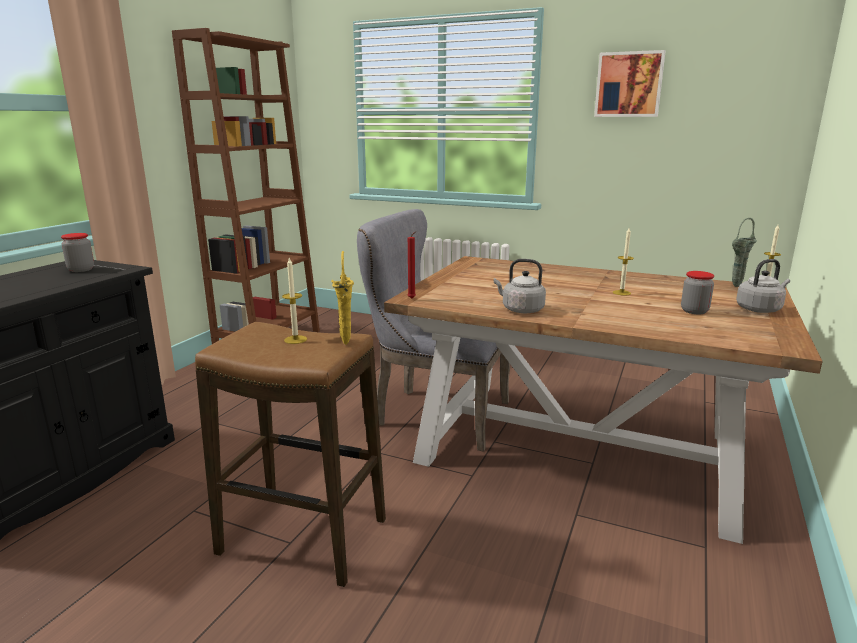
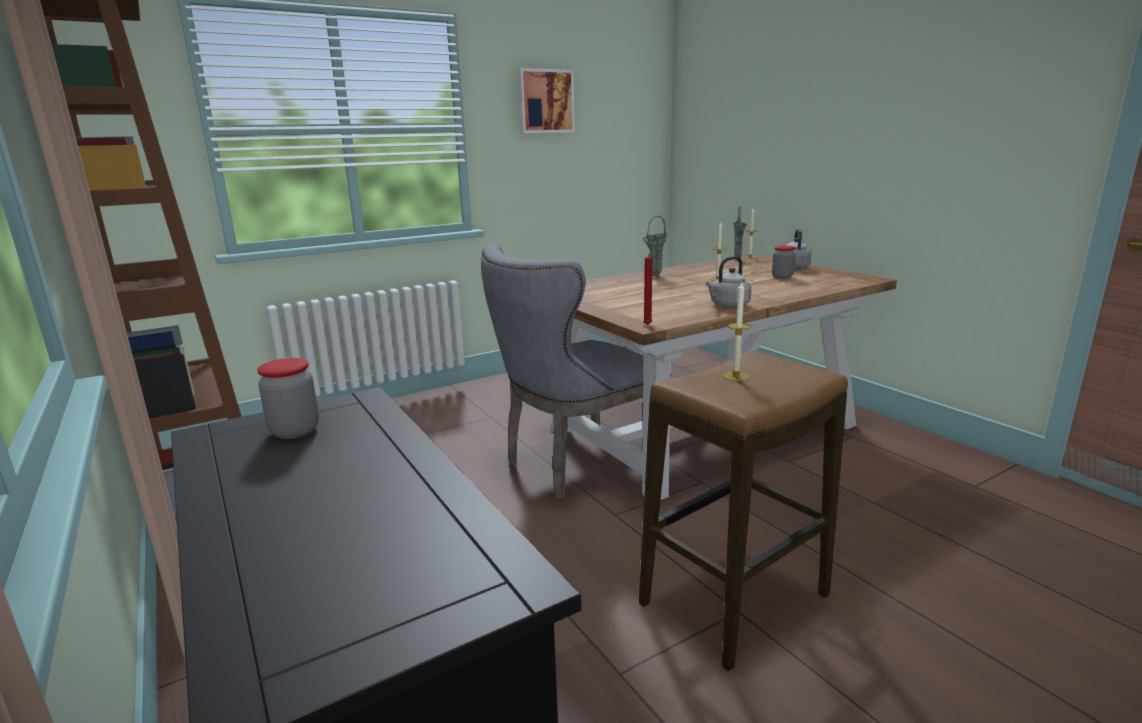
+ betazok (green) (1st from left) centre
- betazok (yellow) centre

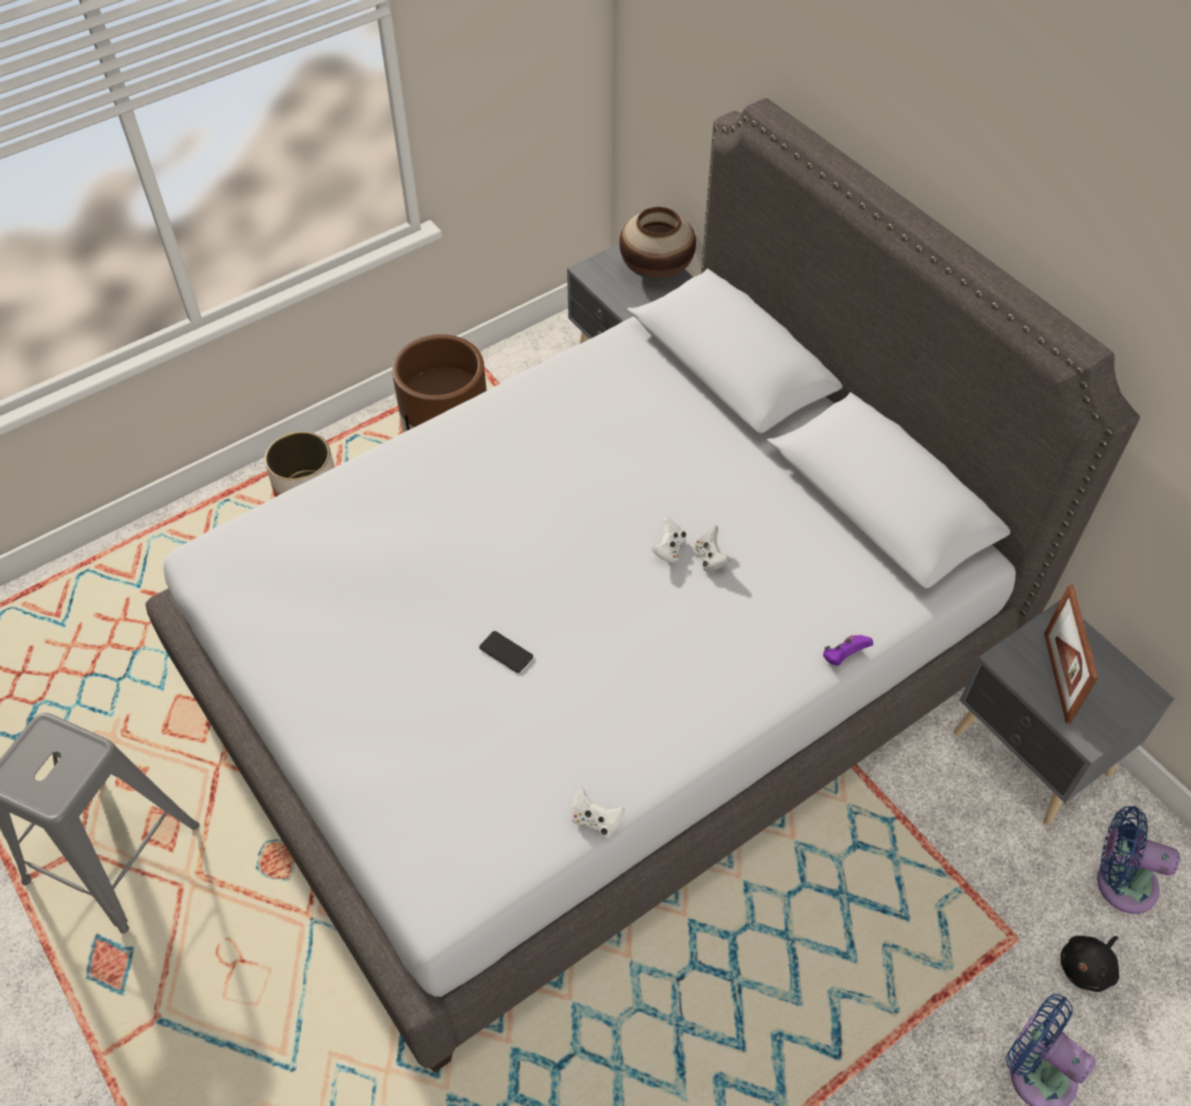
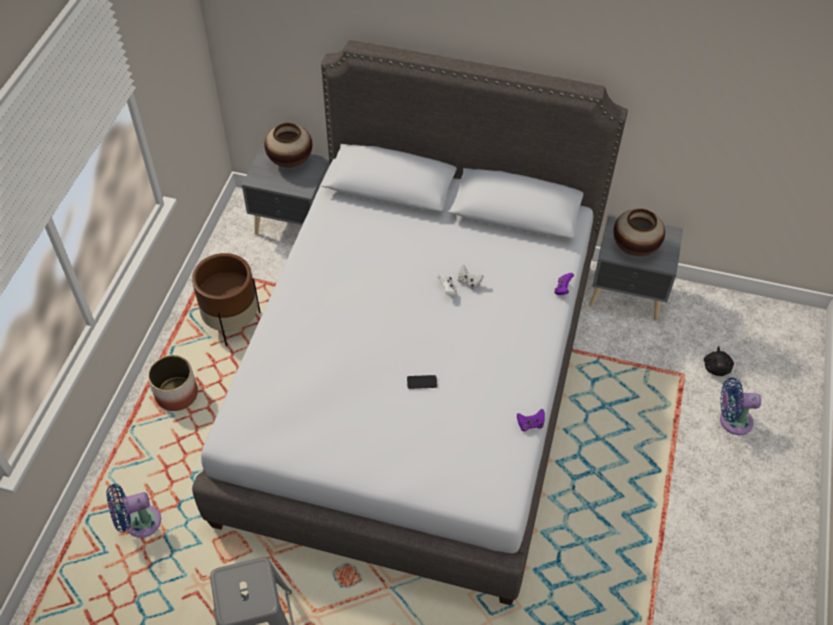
~ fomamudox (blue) (2nd from left in the first image) bottom right to fomamudox (blue) (1st from left) bottom left
~ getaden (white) (1st from left) bottom centre to getaden (purple) (1st from left) bottom centre
~ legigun middle right to betazok (2nd from left) middle right

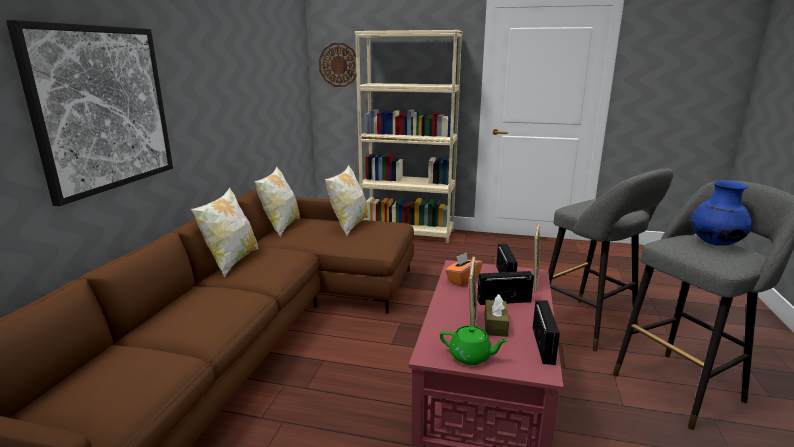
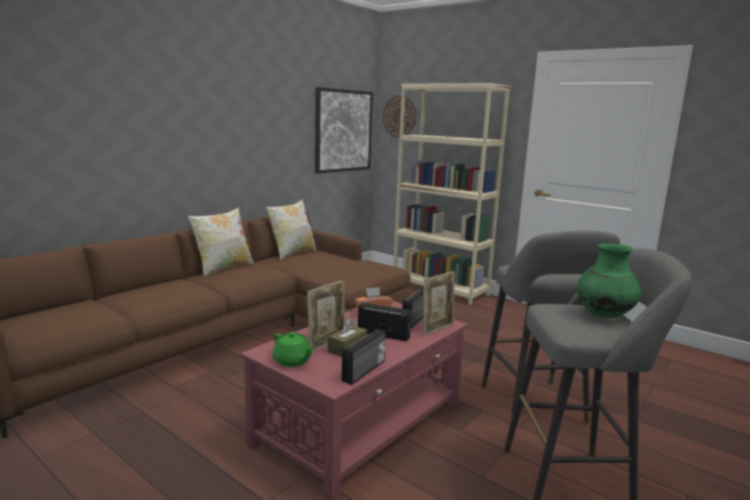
~ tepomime top left to top centre
~ betazok (blue) middle right to betazok (green) middle right
- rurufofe (3rd from left) centre

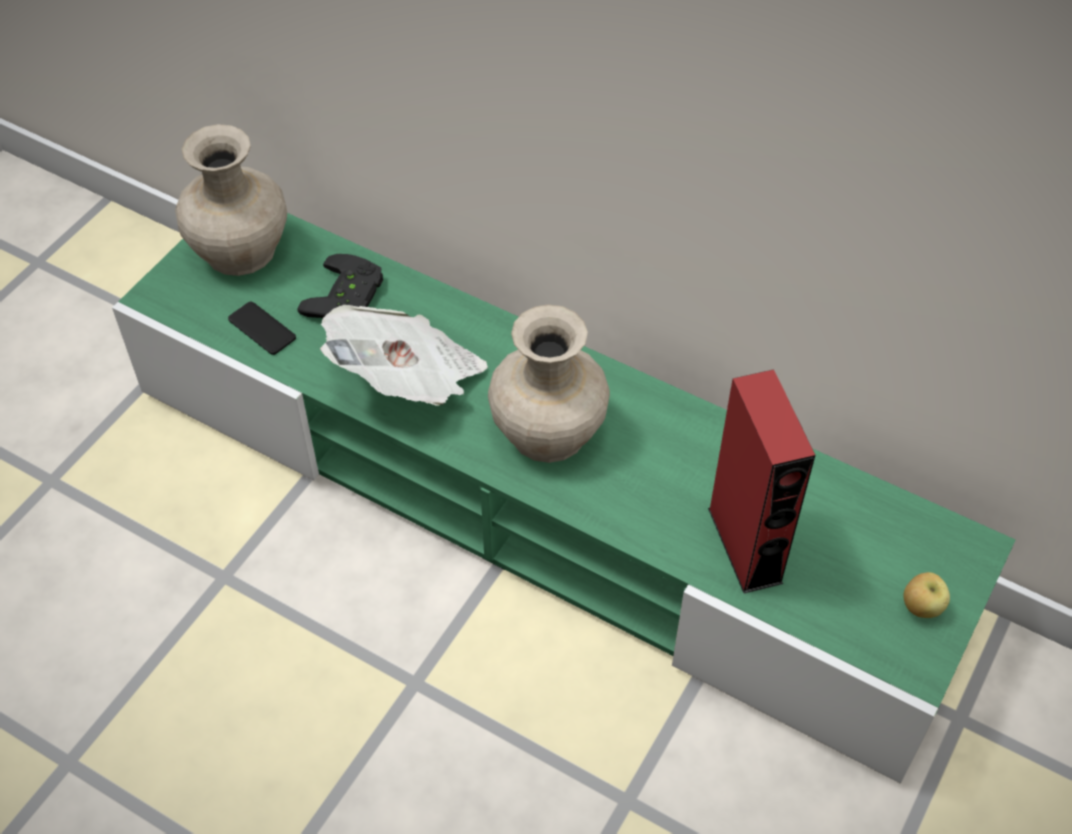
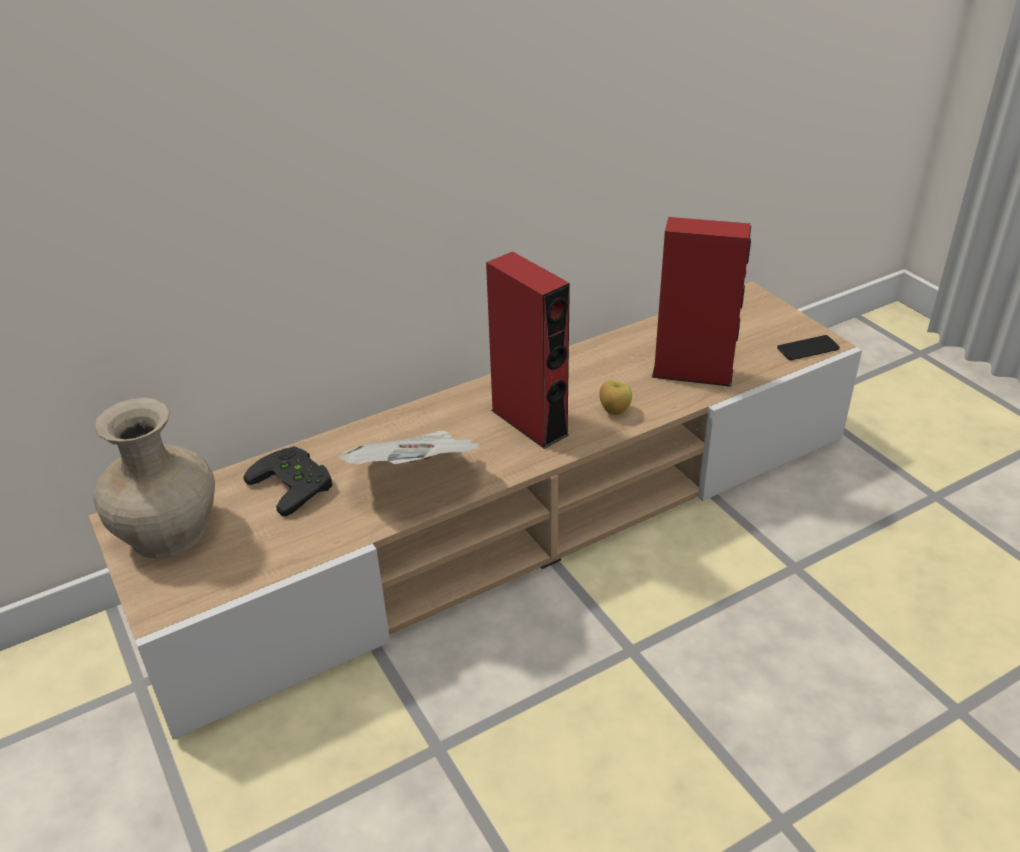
~ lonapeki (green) centre to lonapeki (beige) centre
~ betazok (beige) (2nd from left) centre to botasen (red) (1st from left) centre
~ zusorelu bottom right to centre
~ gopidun middle left to middle right

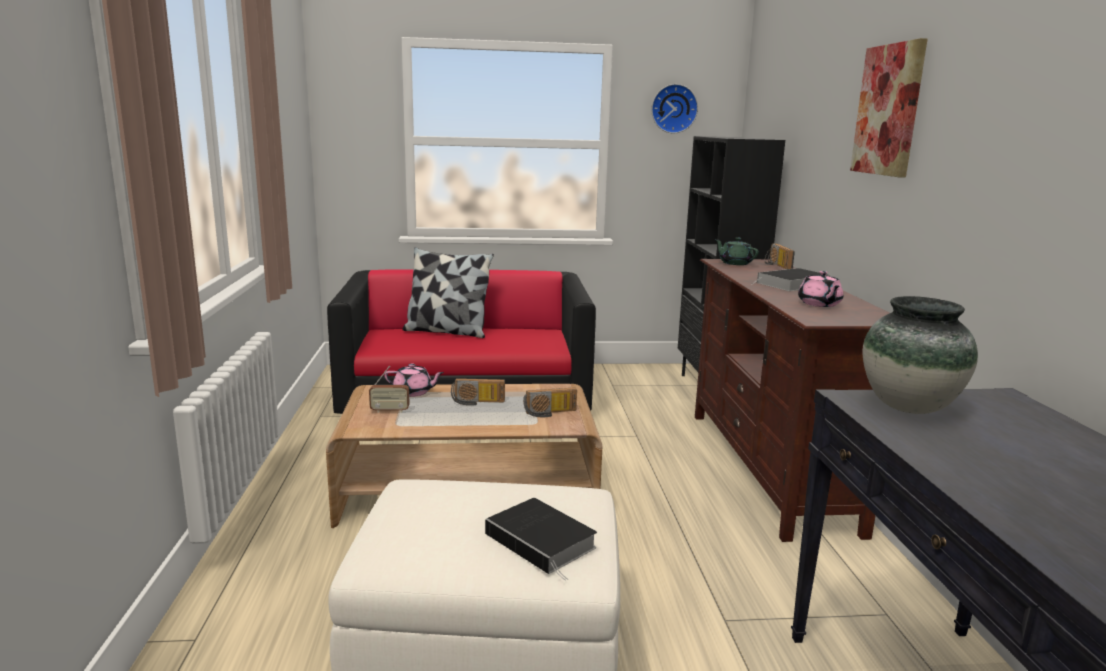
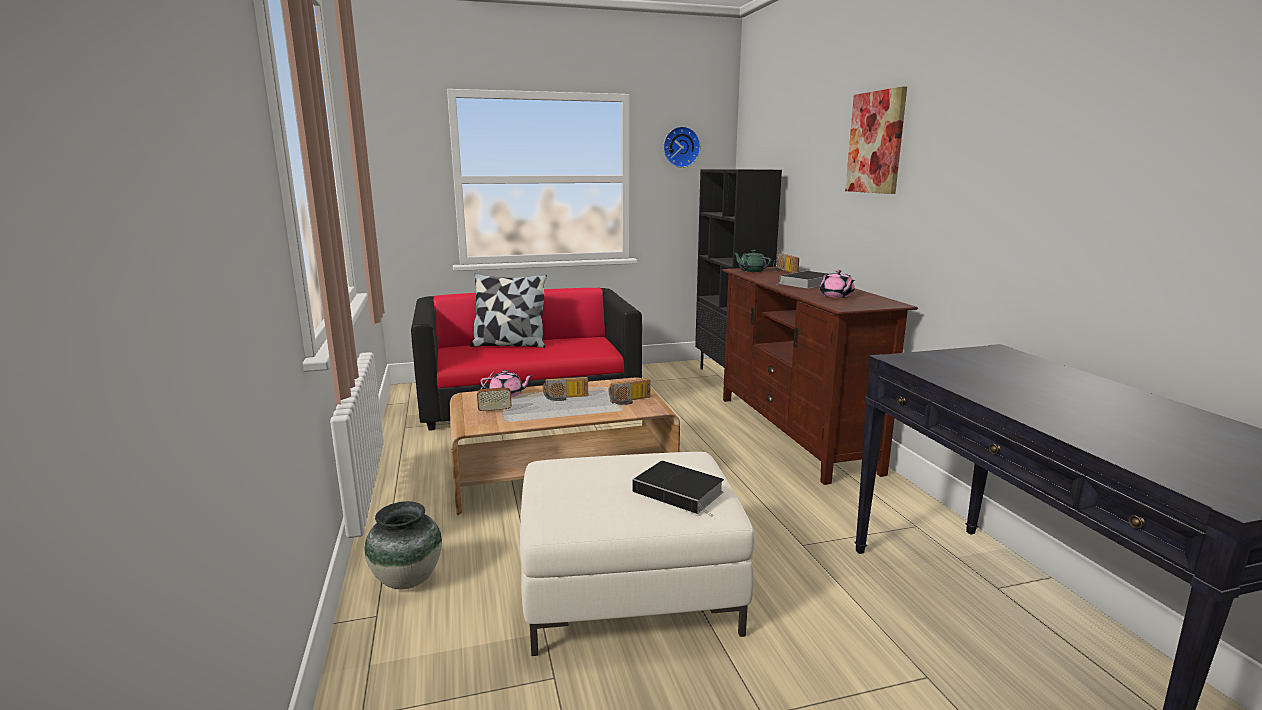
~ betazok middle right to bottom left

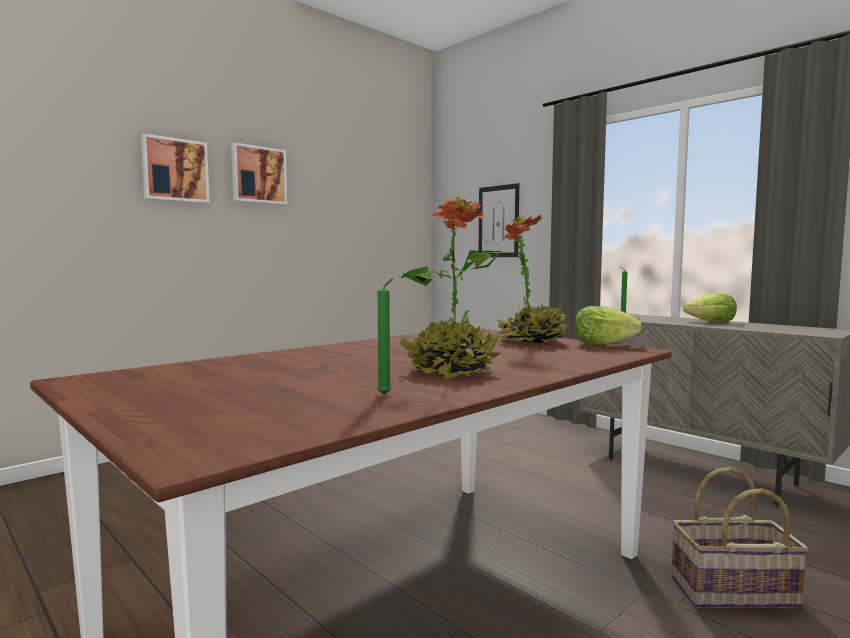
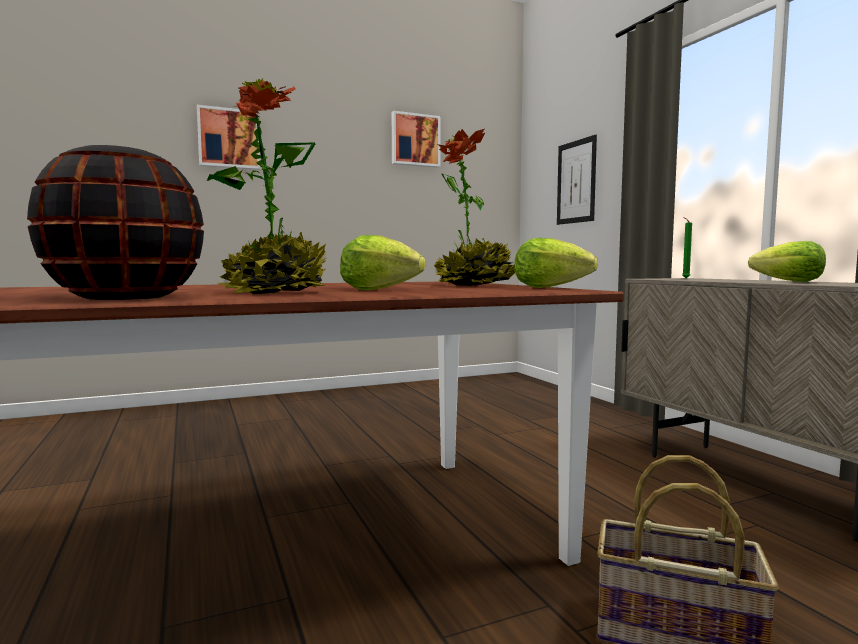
~ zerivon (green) (1st from left) centre to betazok (black) middle left
+ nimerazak (1st from left) centre
~ tepomime (2nd from left) top left to top centre

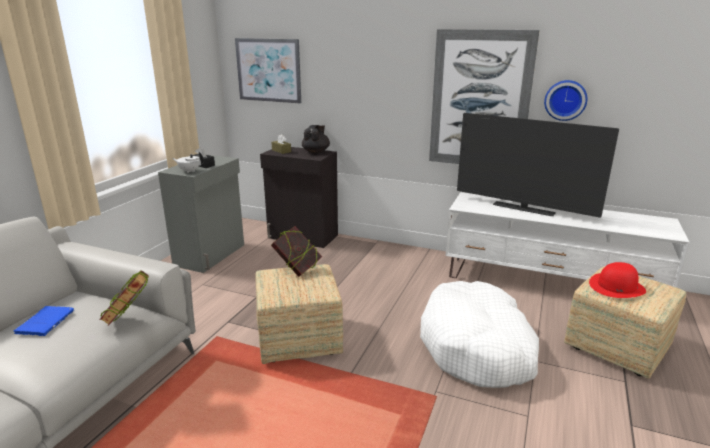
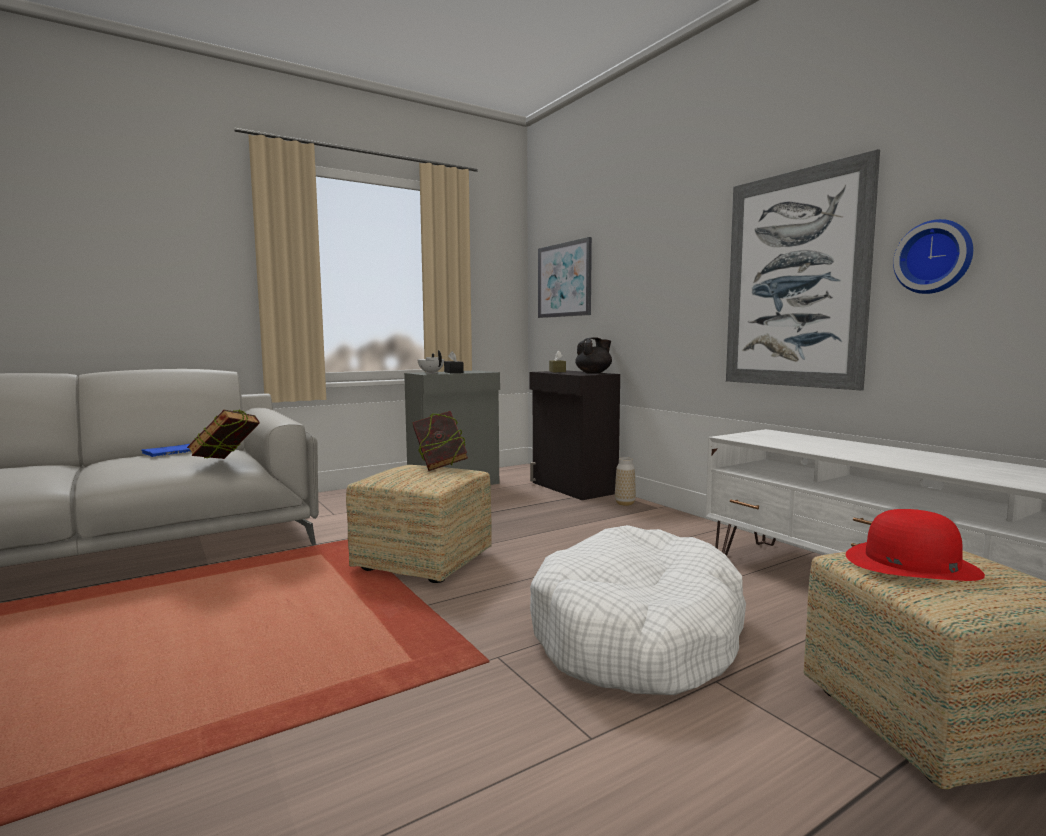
+ betazok centre
- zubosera middle right

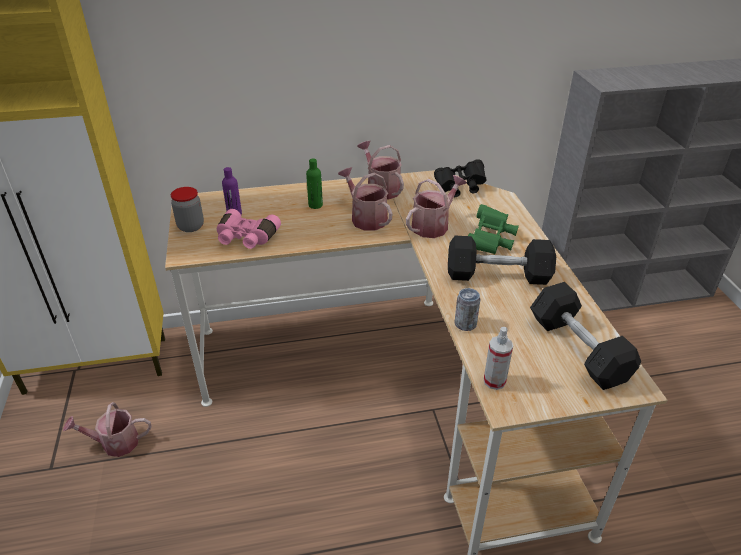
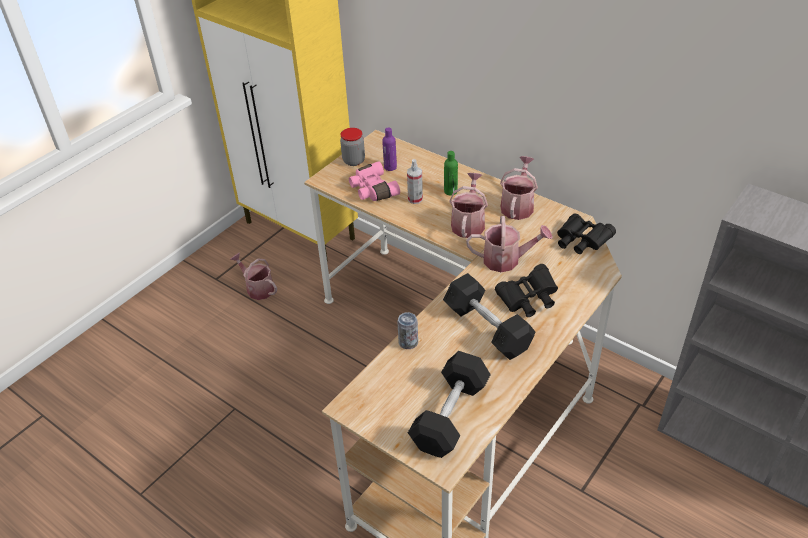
~ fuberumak middle right to centre
~ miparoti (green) centre to miparoti (black) (1st from left) centre

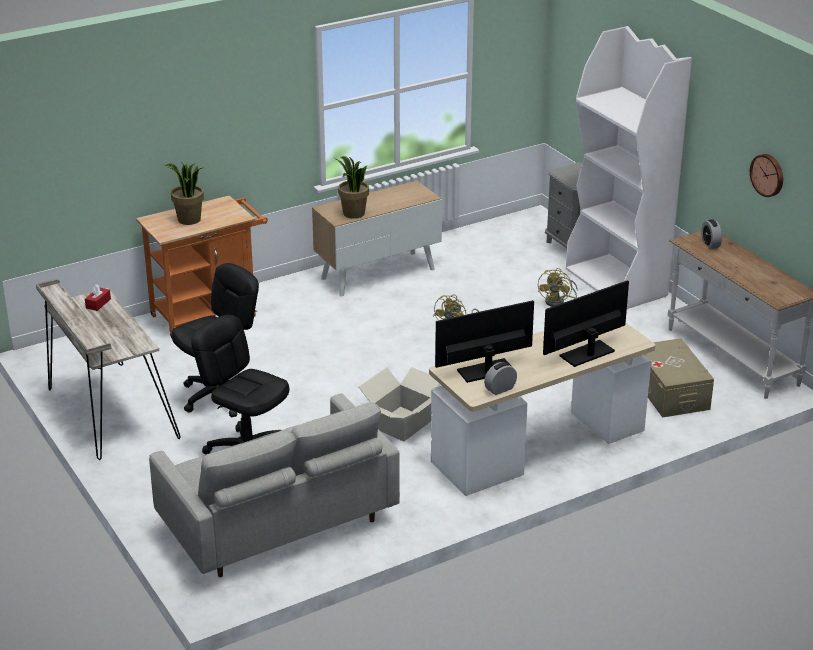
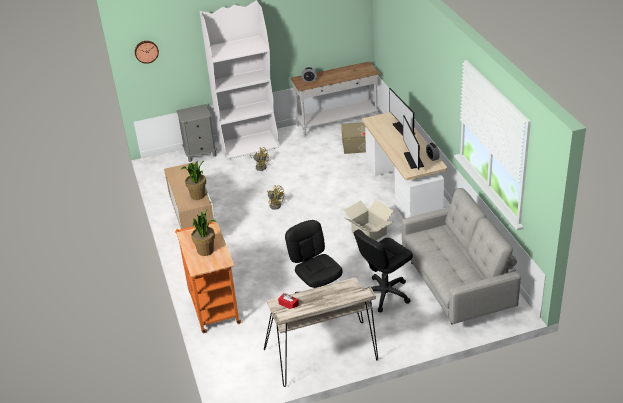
~ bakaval top right to top left

